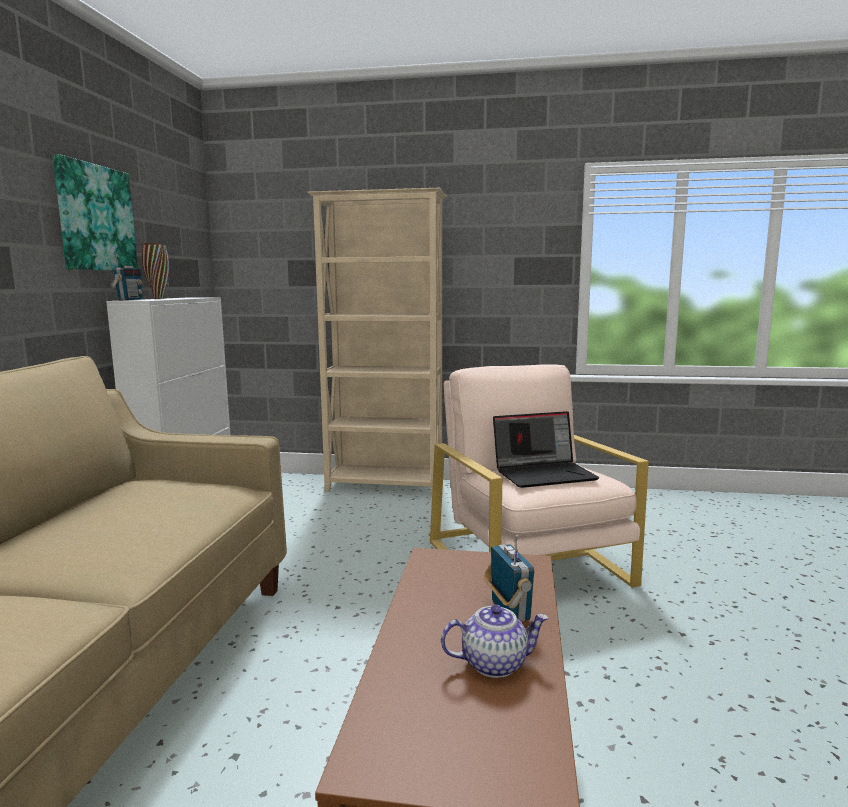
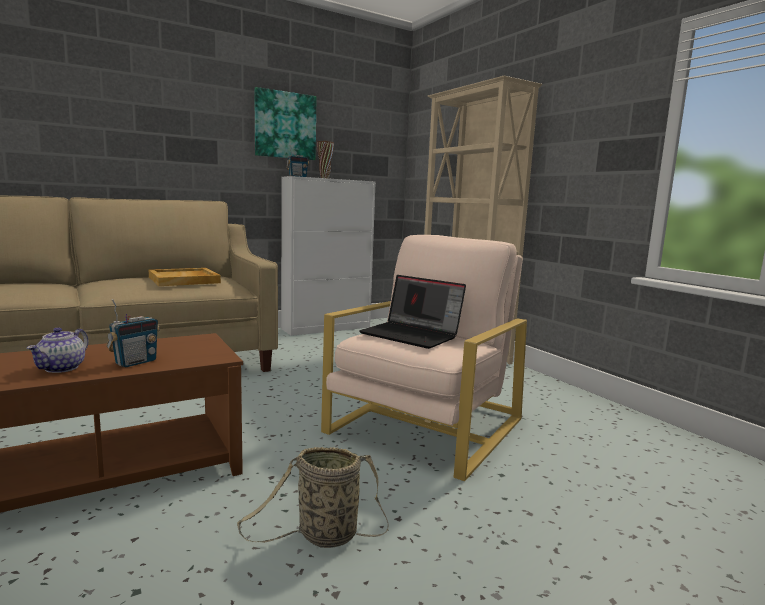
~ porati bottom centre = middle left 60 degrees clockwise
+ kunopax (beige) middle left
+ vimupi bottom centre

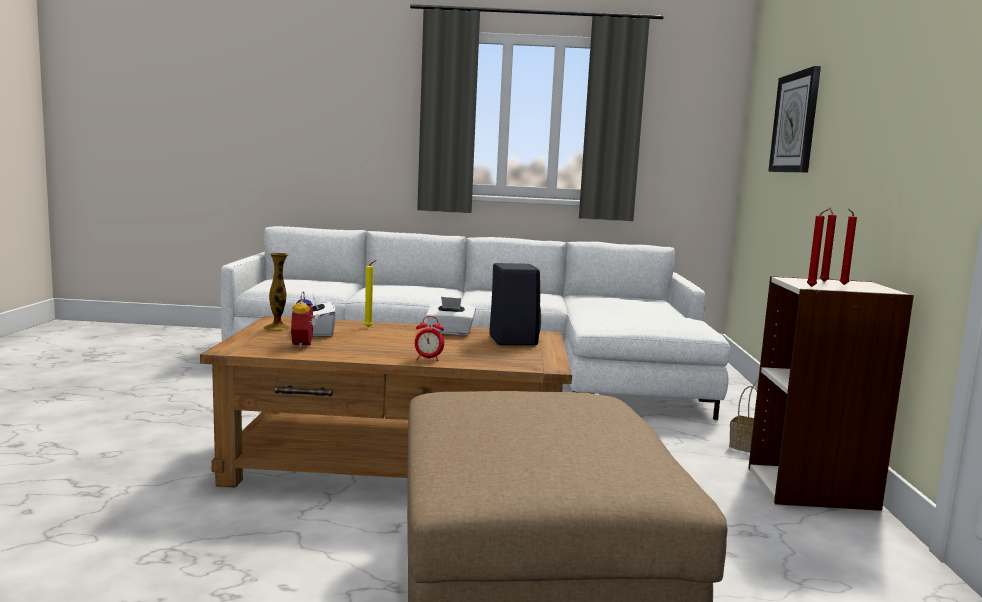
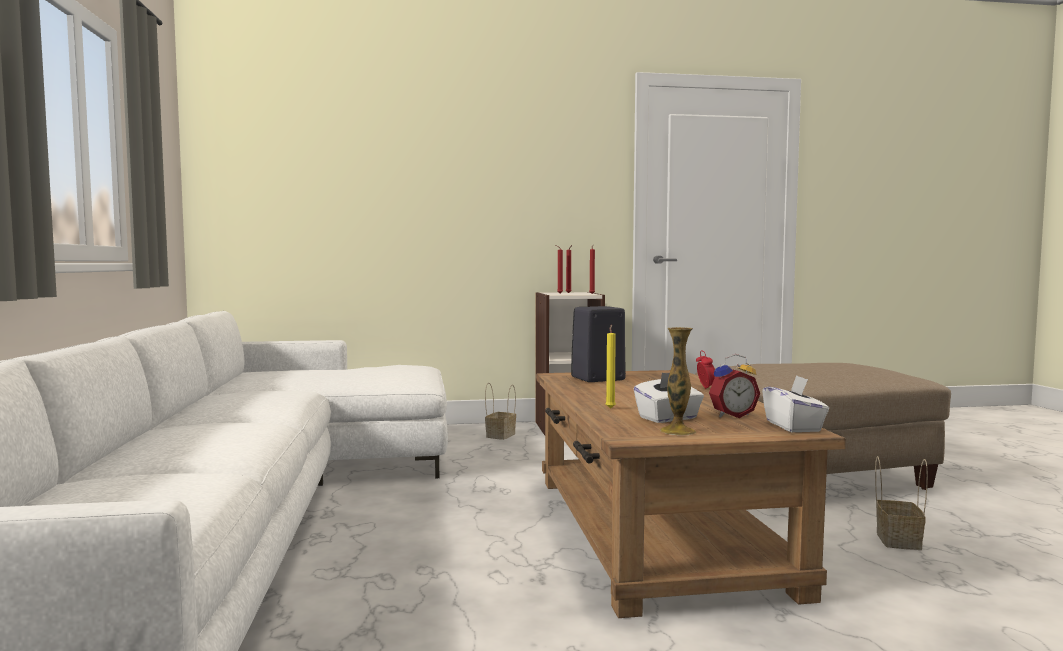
~ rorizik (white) (2nd from left) centre to middle right
+ vimupi (2nd from left) bottom right
- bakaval top right

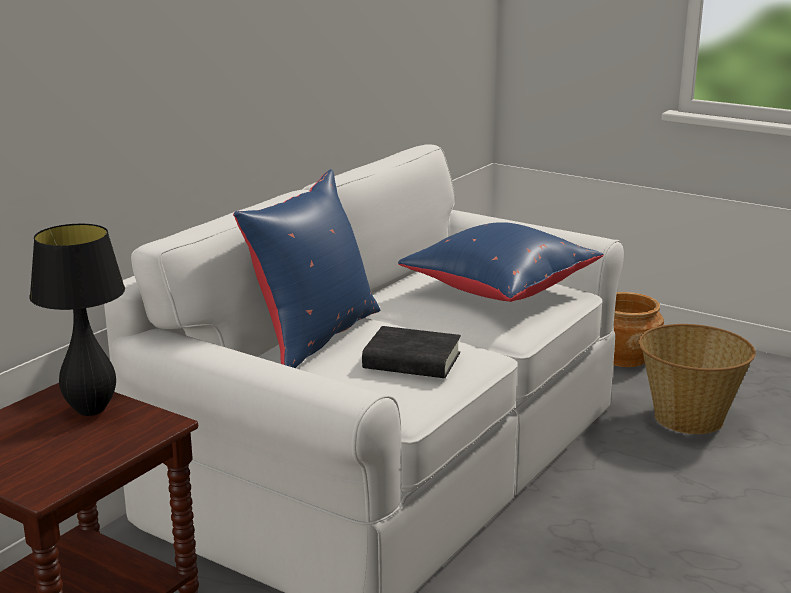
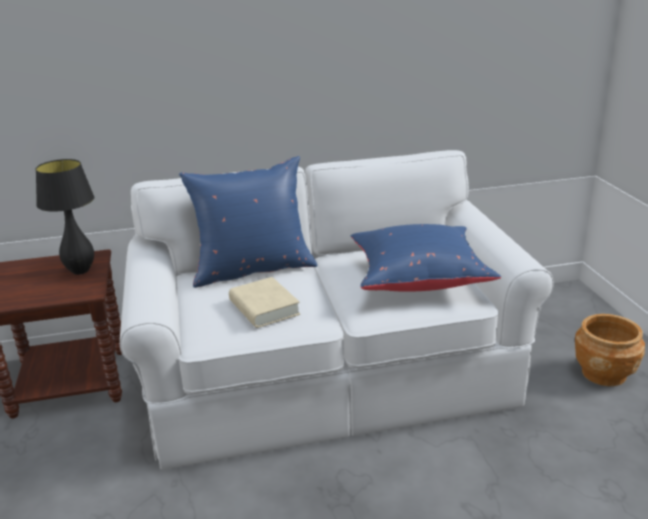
~ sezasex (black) centre to sezasex (beige) centre
- vimupi middle right

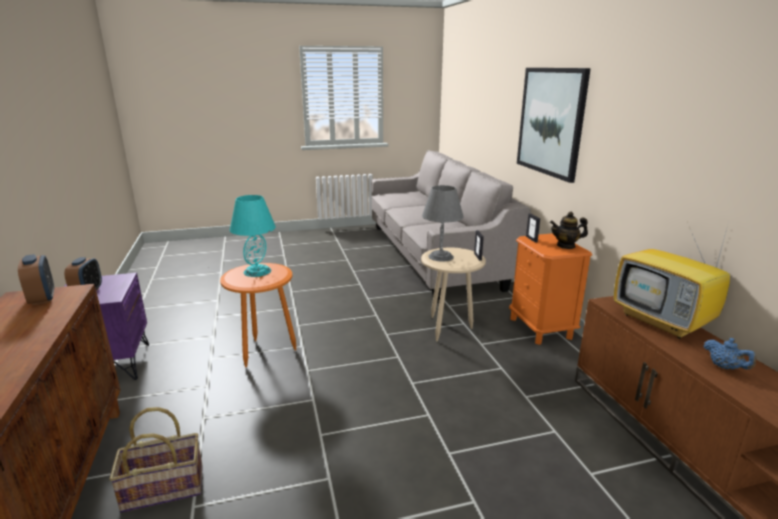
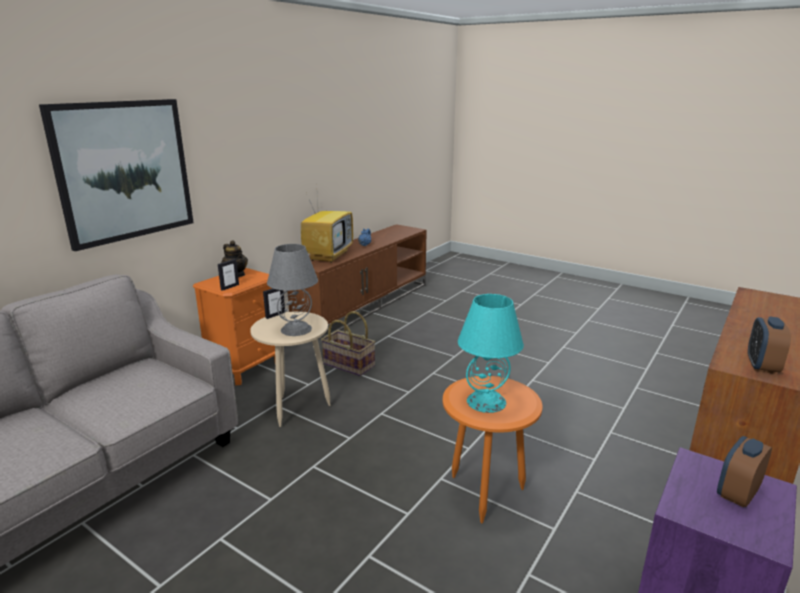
~ vimupi bottom left to centre

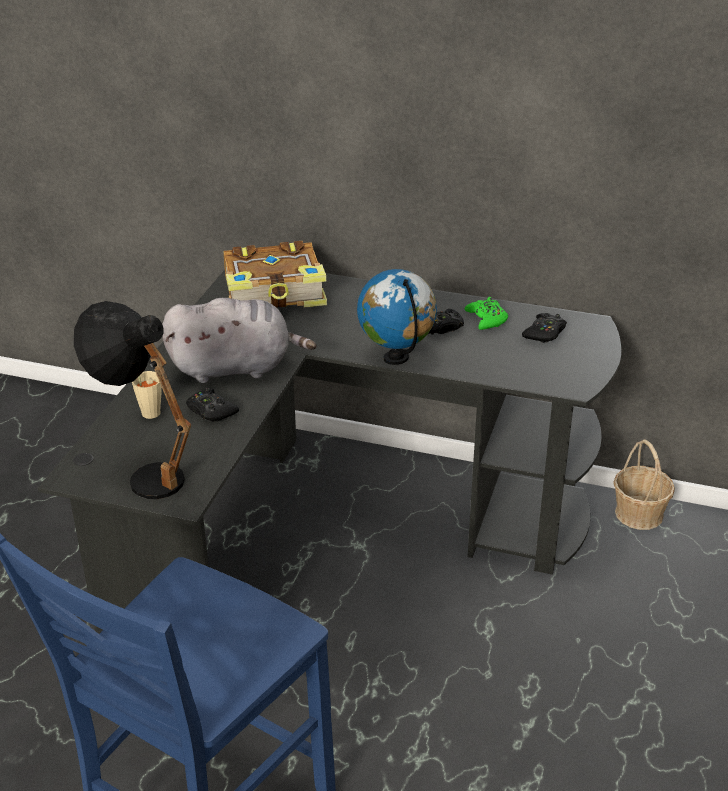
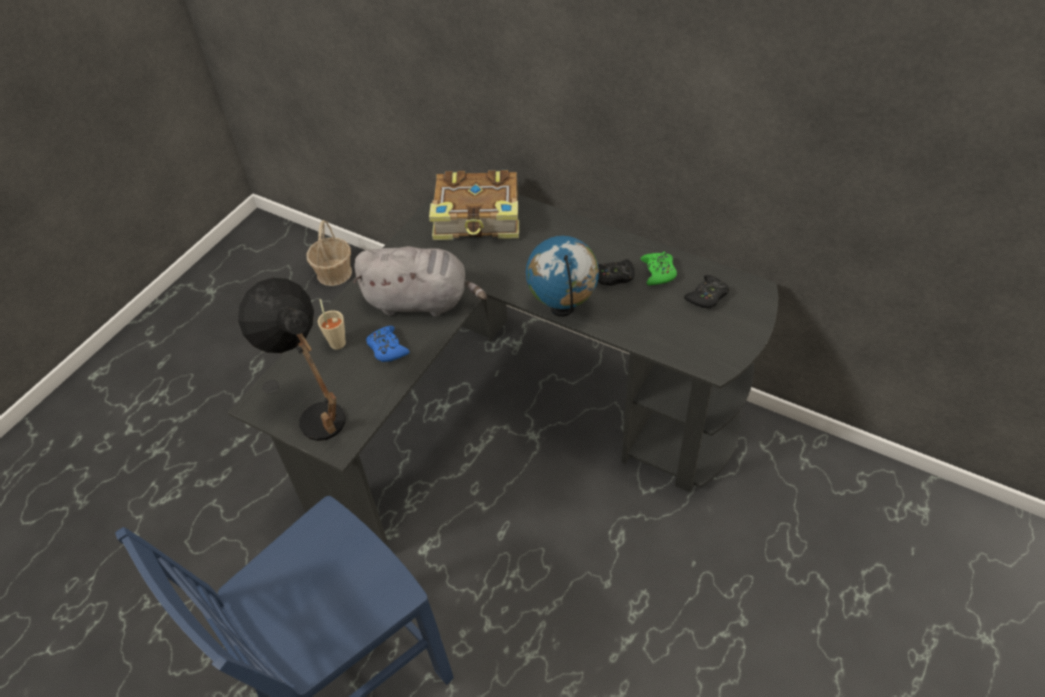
~ vimupi middle right to middle left
~ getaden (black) (1st from left) middle left to getaden (blue) centre

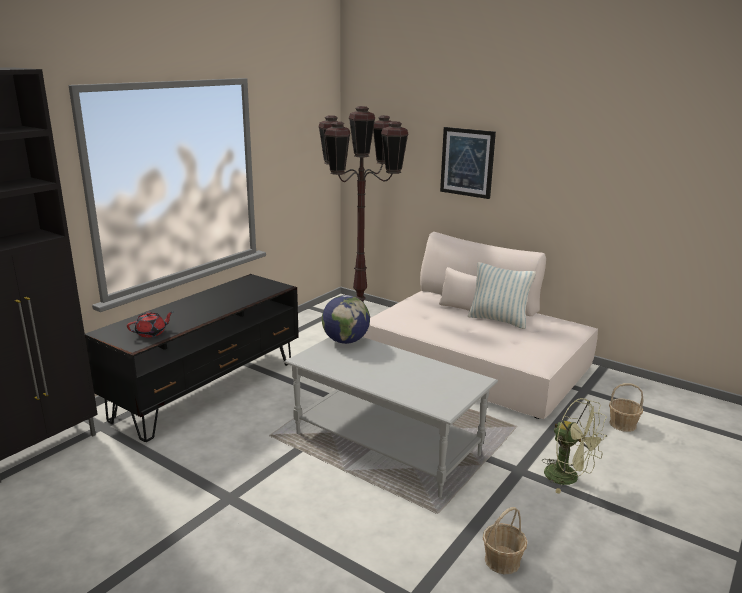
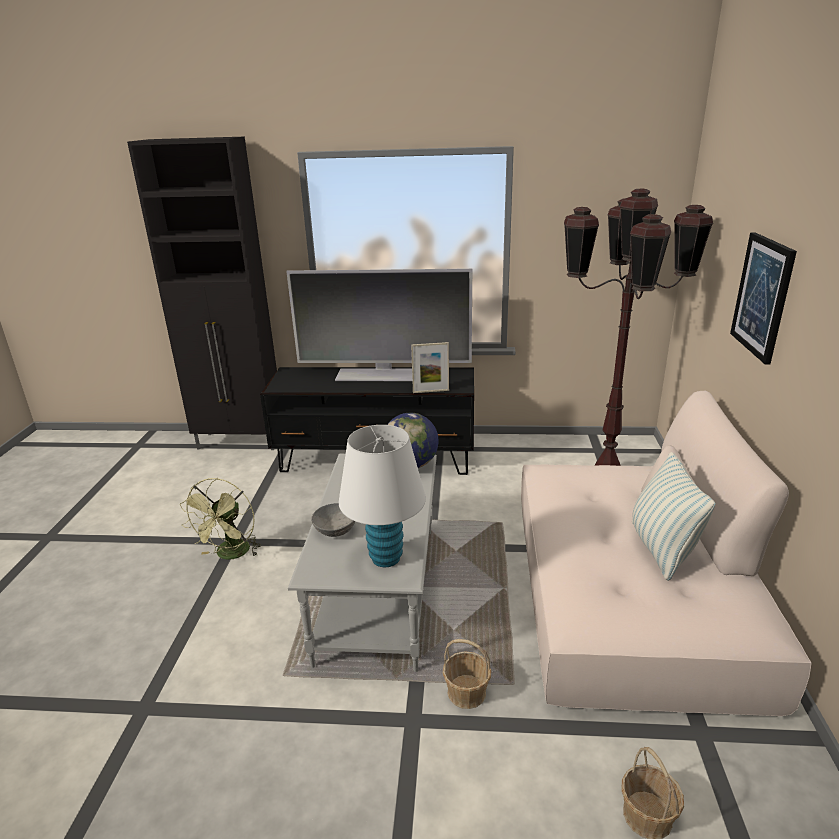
~ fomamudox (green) bottom right to middle left
+ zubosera centre
+ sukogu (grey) centre
+ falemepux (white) centre
+ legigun centre
~ vimupi (1st from left) bottom right to bottom centre
- porati (red) middle left

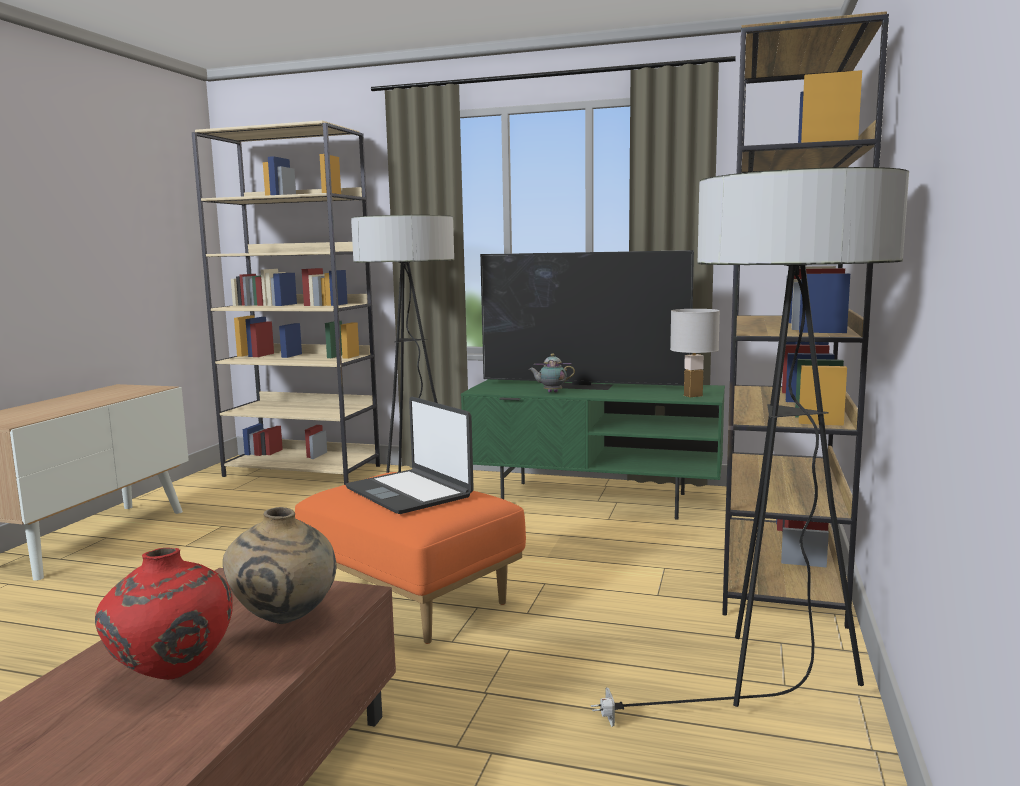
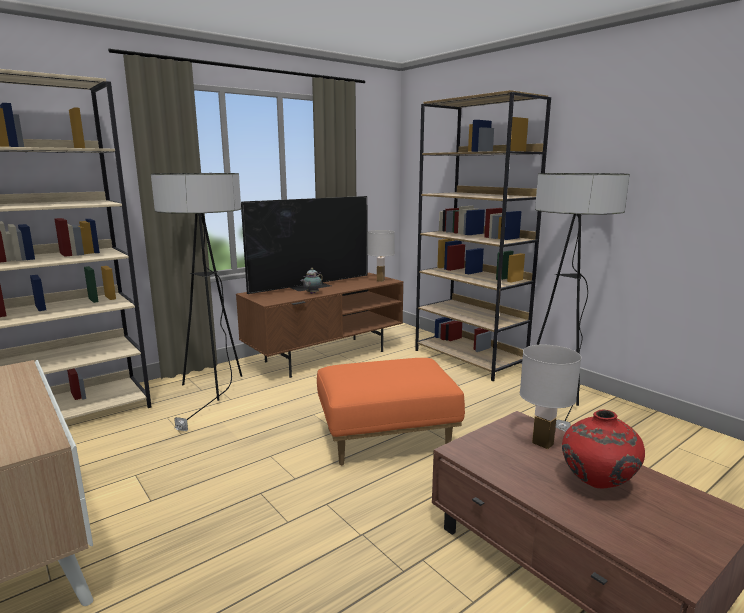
~ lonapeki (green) centre to lonapeki (brown) centre
~ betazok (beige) bottom left to falemepux (white) (2nd from left) middle right
- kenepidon centre

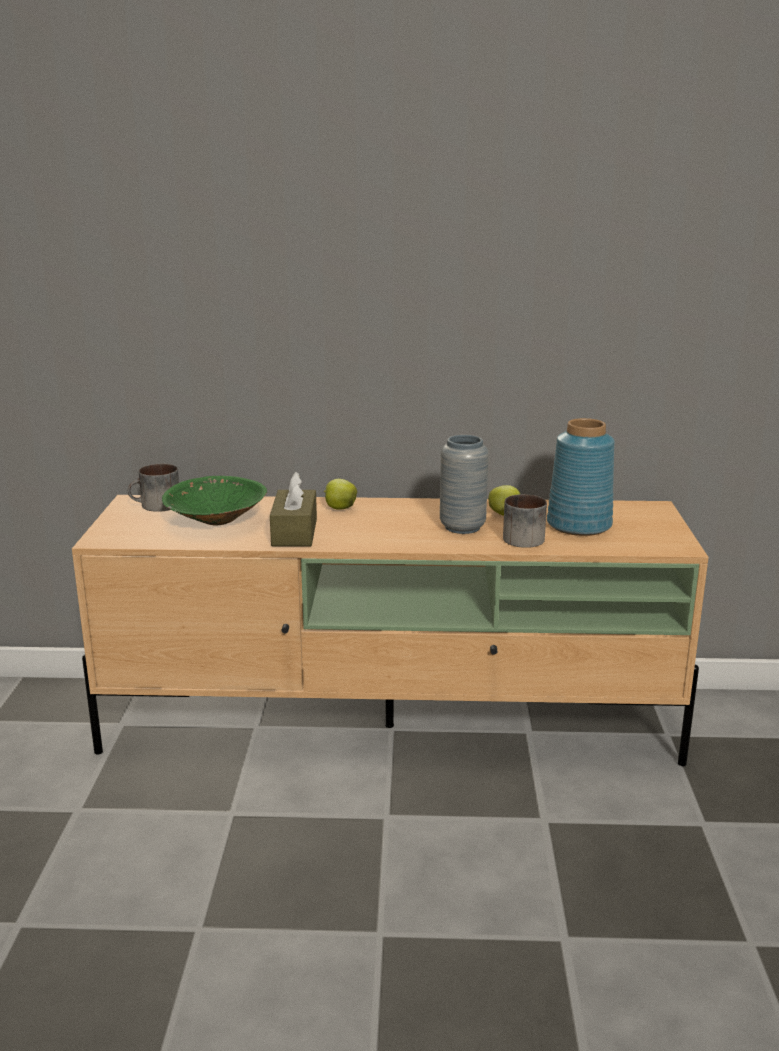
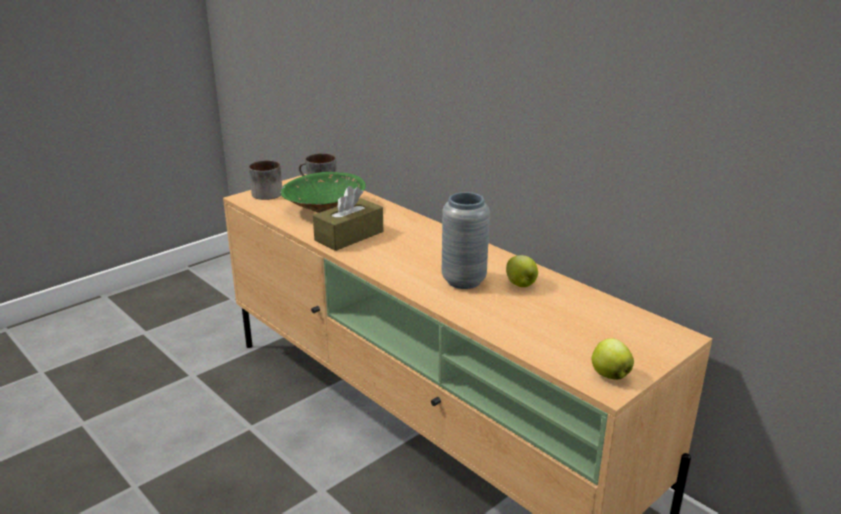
~ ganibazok (2nd from left in the first image) middle right to ganibazok (1st from left) middle left
~ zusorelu (1st from left in the first image) centre to zusorelu (2nd from left) bottom right
- betazok (blue) middle right

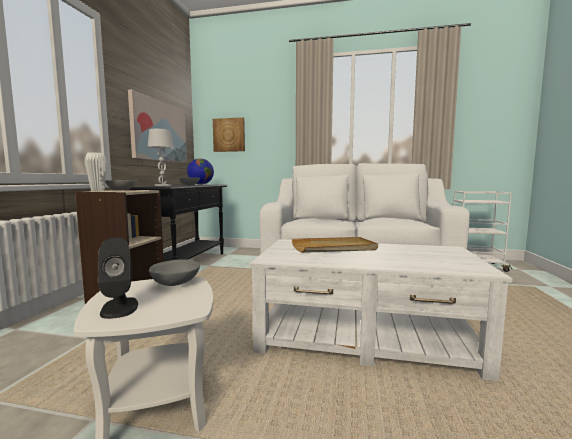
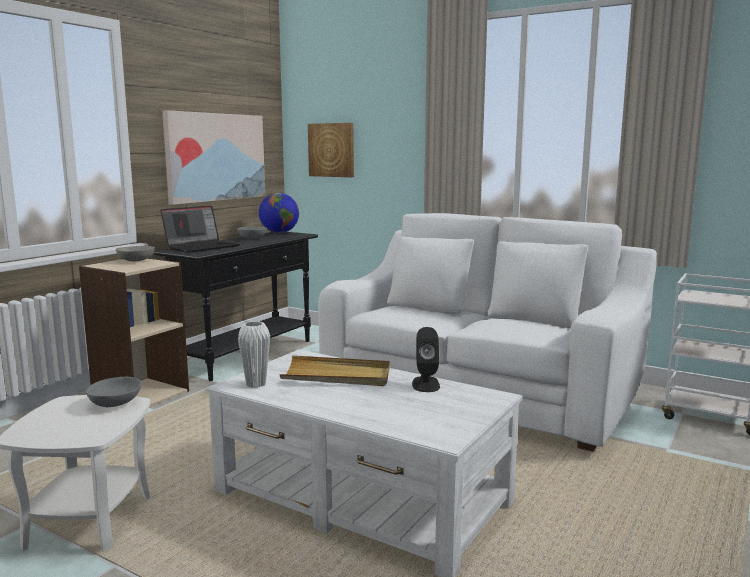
~ falemepux (white) middle left to kenepidon middle left
~ betazok (white) middle left to centre
~ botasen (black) middle left to centre

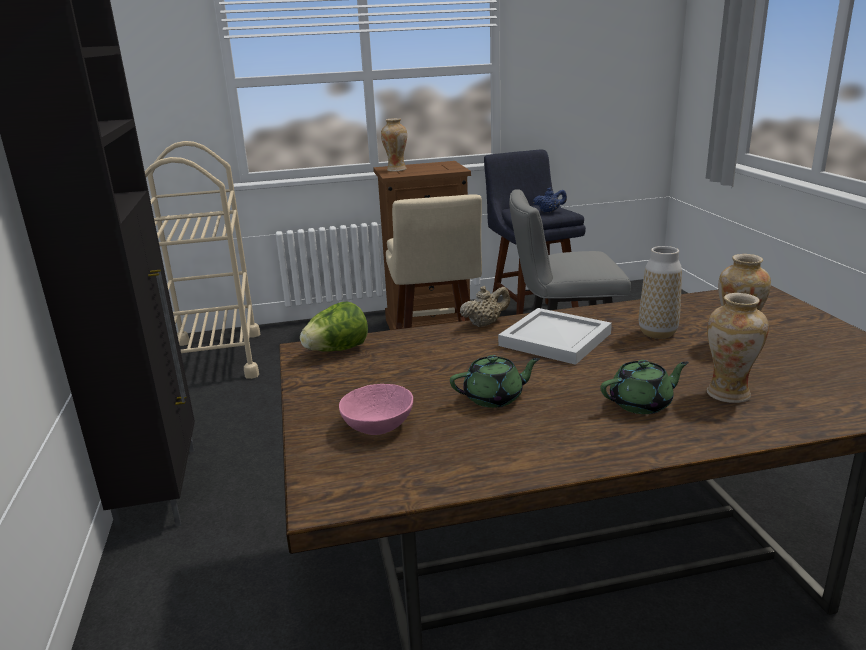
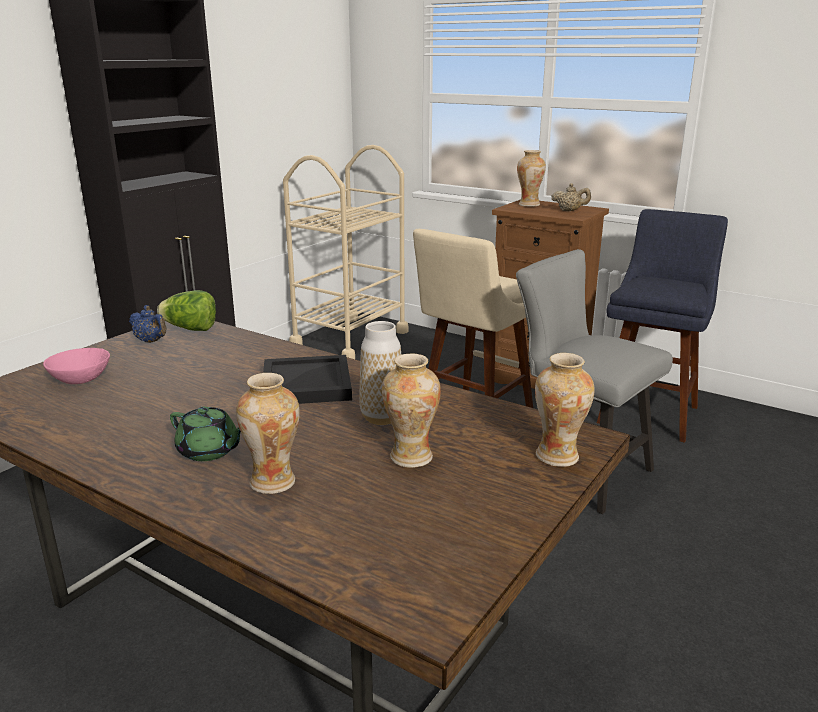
~ porati (blue) top centre to middle left
~ kunopax (white) centre to kunopax (black) centre
+ betazok (5th from left) middle right
~ porati (beige) centre to top right
- porati (green) (1st from left) centre

